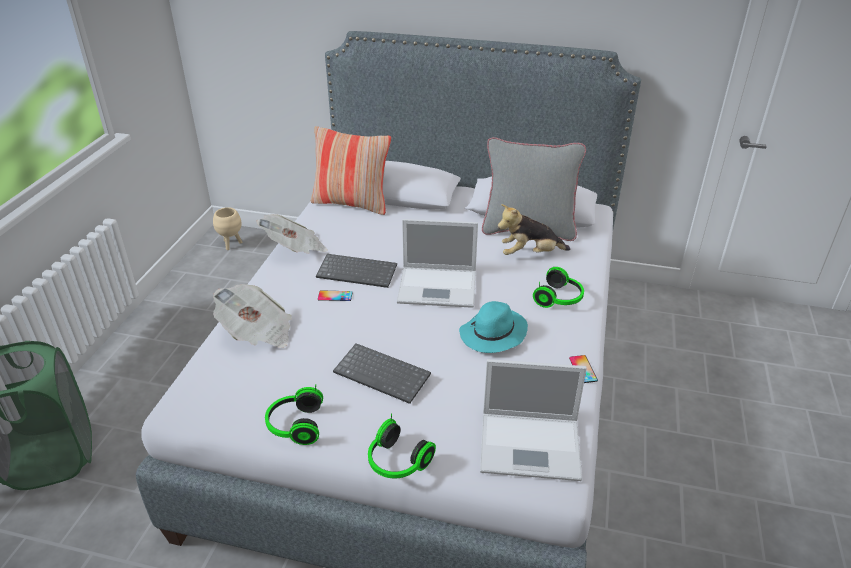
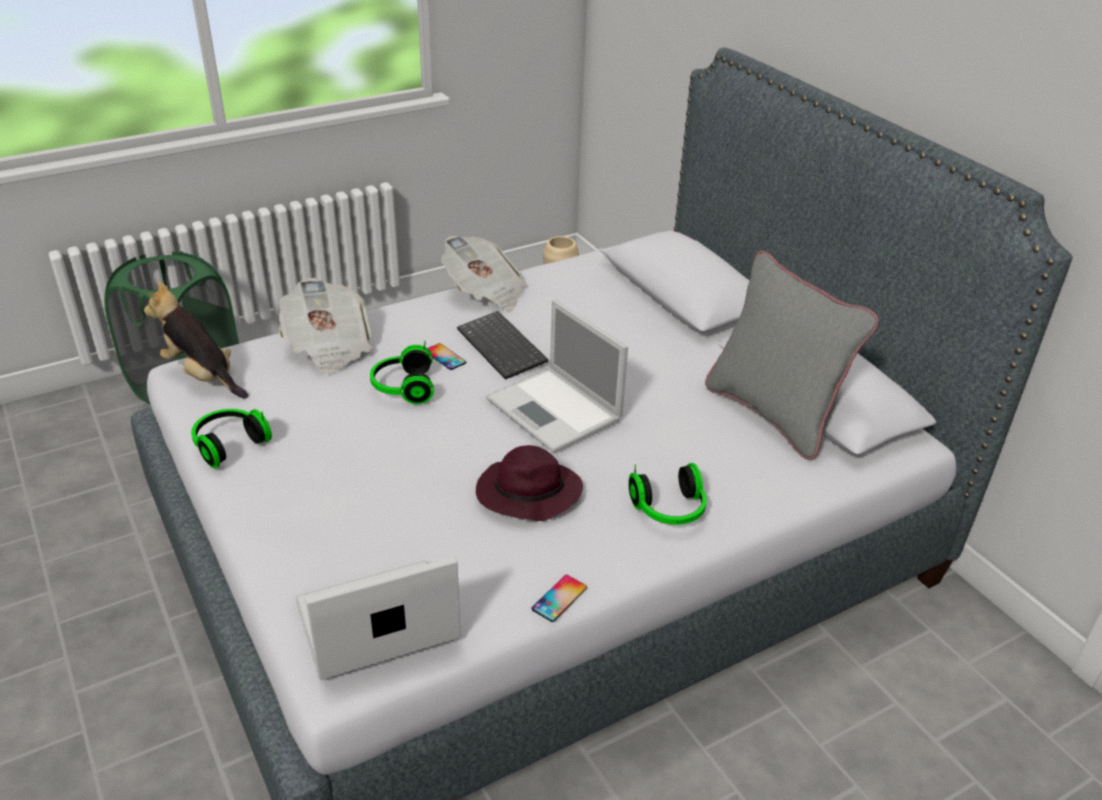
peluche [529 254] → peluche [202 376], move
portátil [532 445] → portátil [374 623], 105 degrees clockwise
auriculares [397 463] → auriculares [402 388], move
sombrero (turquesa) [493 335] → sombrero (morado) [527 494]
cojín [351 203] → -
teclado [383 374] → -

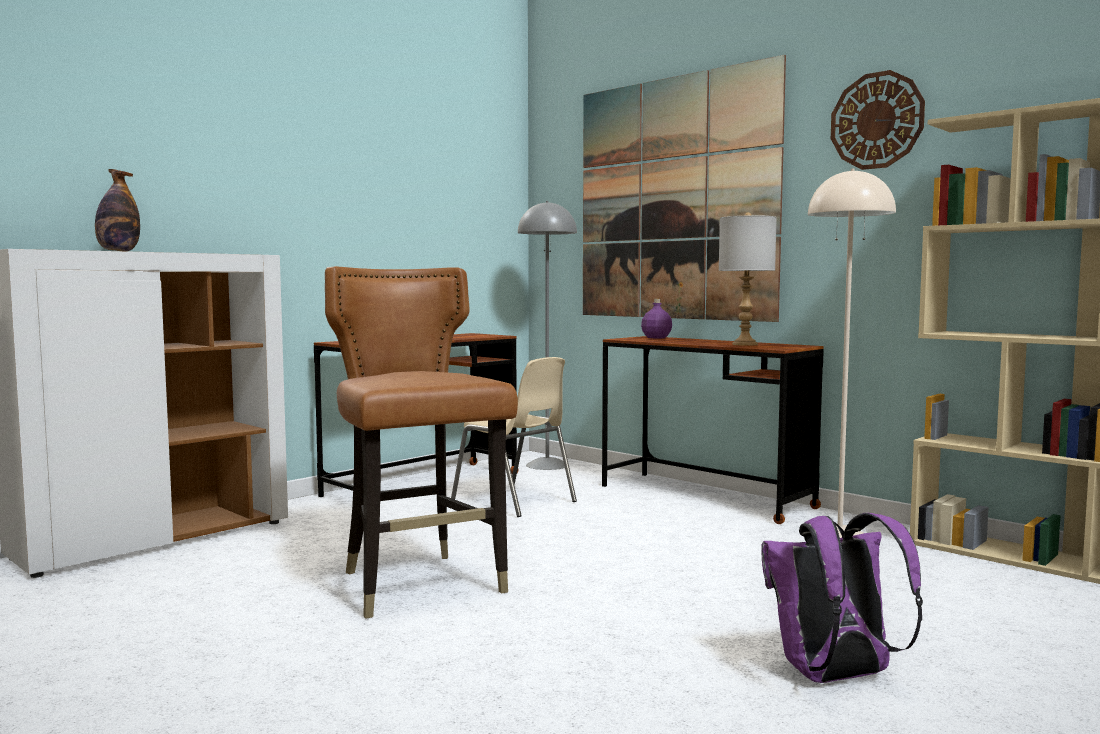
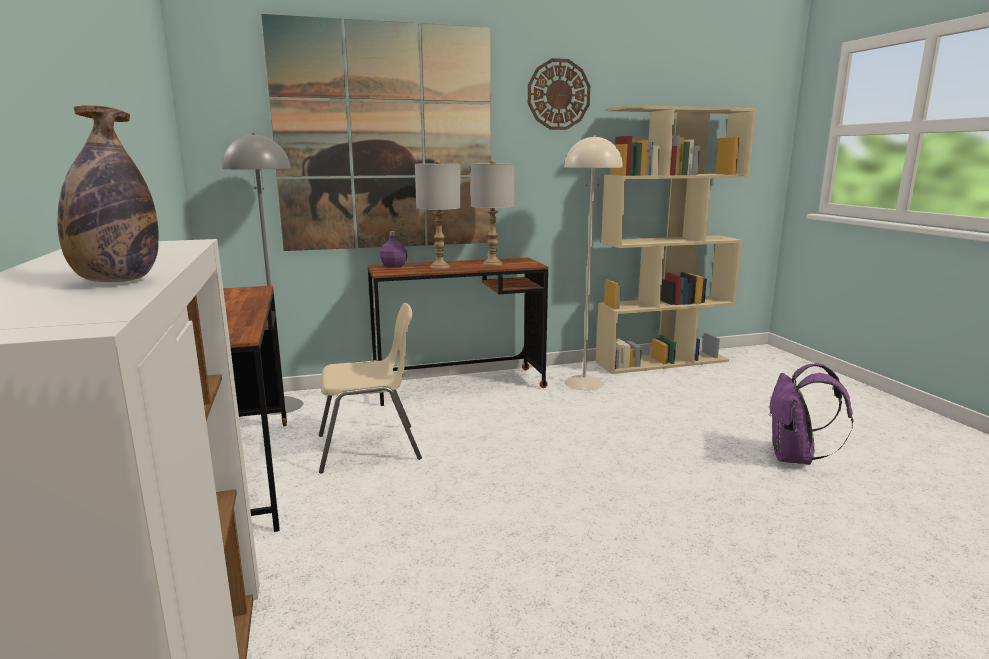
- → lámpara de mesa (gris) [440 267]
silla (marrón) [420 585] → -

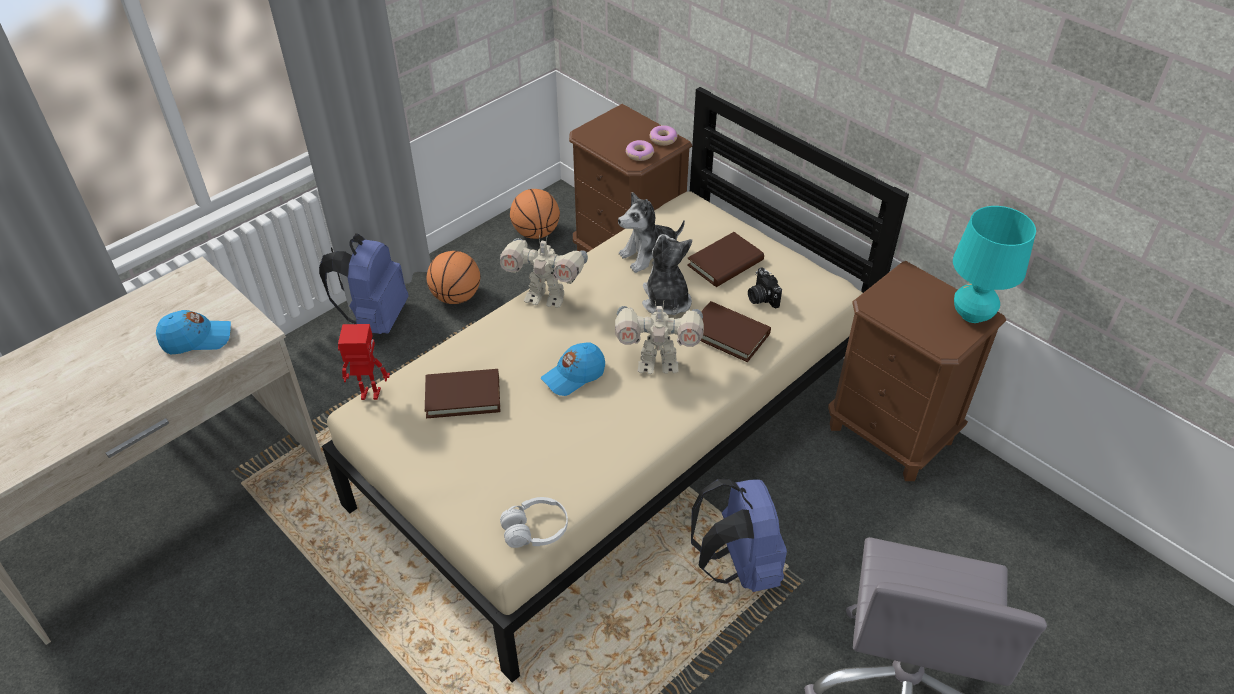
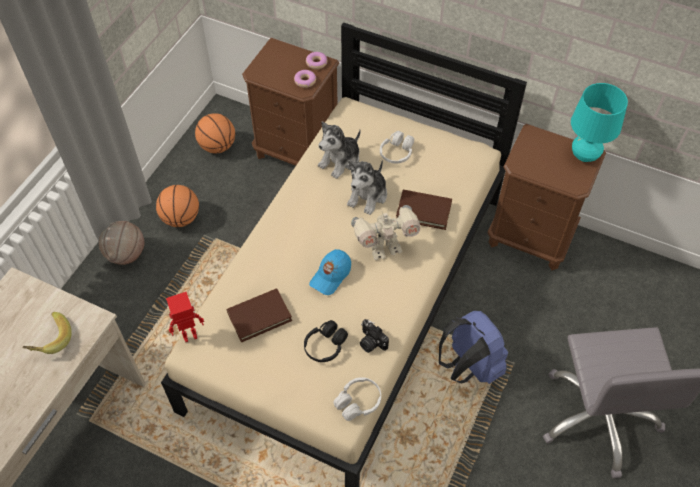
gorra (azul) [197 339] → plátano [50 340]
mochila (azul) [375 318] → balón de baloncesto [126 254]
- → auriculares (negro) [325 346]
peluche [666 301] → peluche [368 196], 120 degrees counterclockwise
cámara [761 297] → cámara [371 342], move
libro (marrón) [725 263] → auriculares (blanco) [396 153]
robot de juguete [545 297] → -

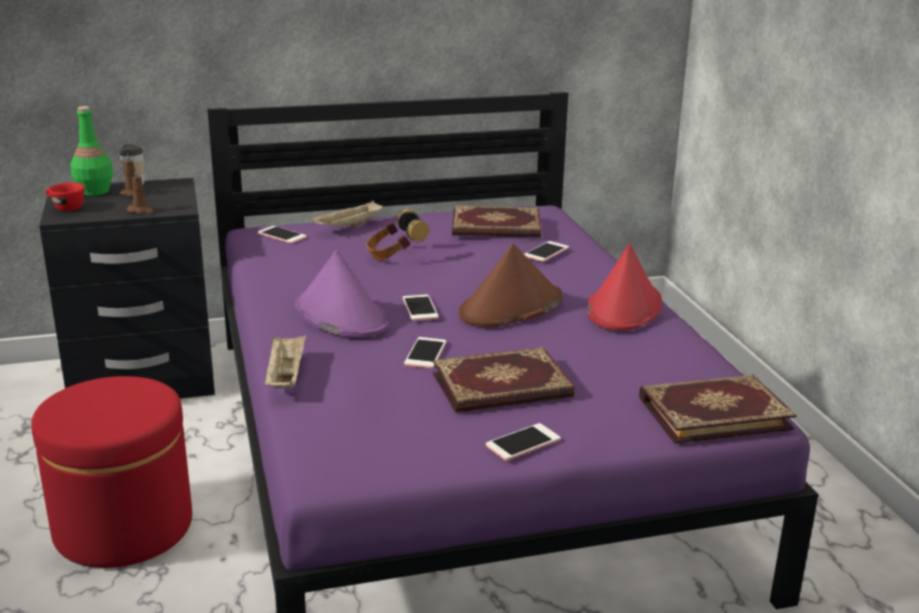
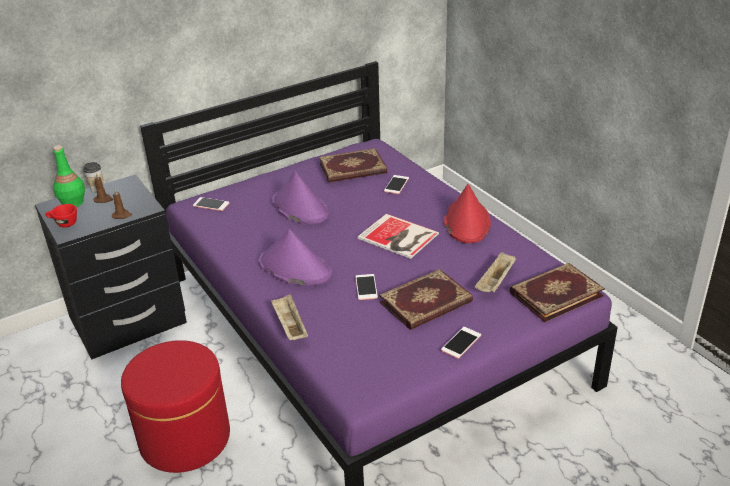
auriculares [395 256] → sombrero (morado) [299 208]
sombrero (marrón) [511 307] → libro [398 237]
bandeja (beis) [348 227] → bandeja (beis) [495 282], move
móvil [420 308] → -

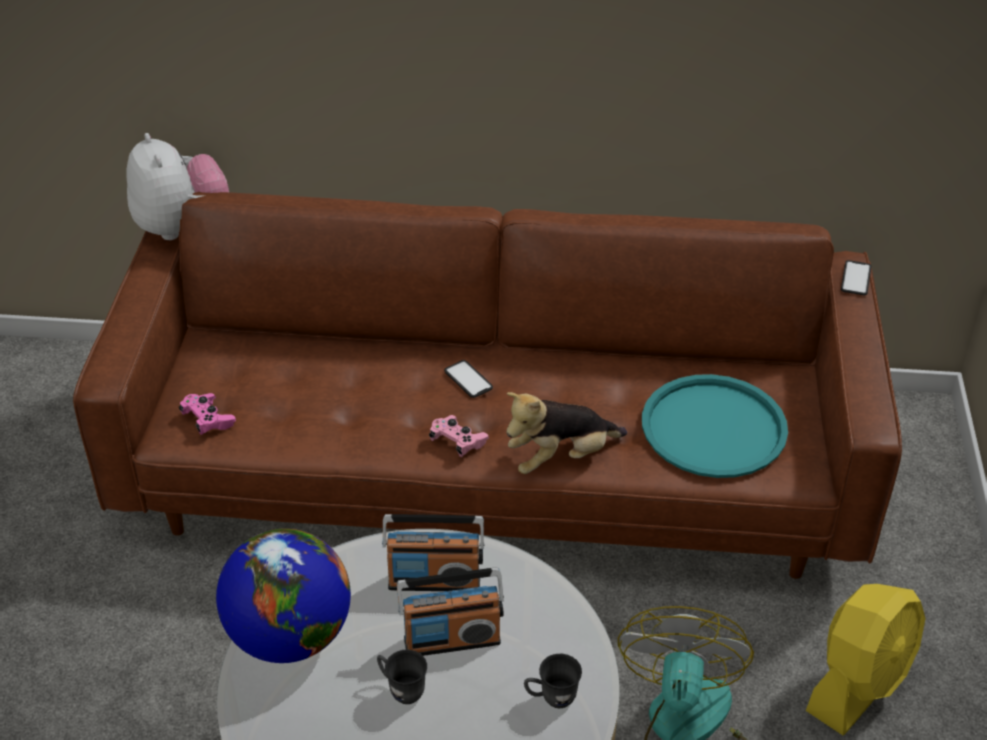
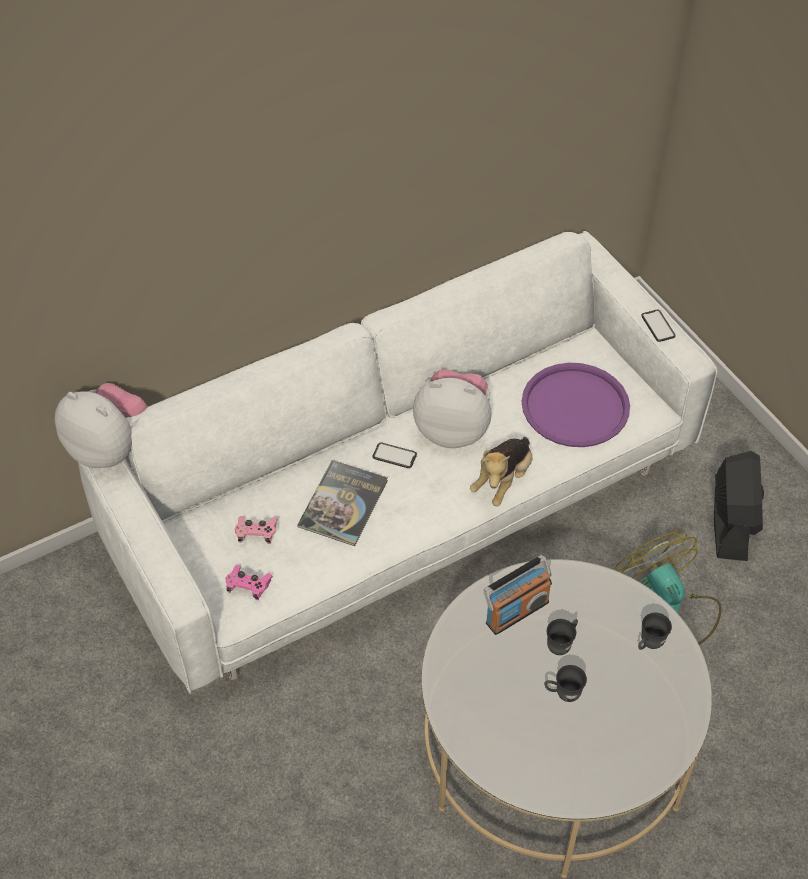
sofá (marrón) [493 469] → sofá (blanco) [404 504]
mando de consola (rosa) [457 442] → mando de consola (rosa) [256 533], move
- → libro [343 503]
- → peluche [453 429]
bandeja (turquesa) [713 427] → bandeja (morado) [575 406]
radio [452 640] → taza grande (gris) [562 644]
móvil [856 279] → móvil [658 326], move
ventilador (amarillo) [859 683] → ventilador (negro) [731 522]
globo terráqueo [289 636] → -

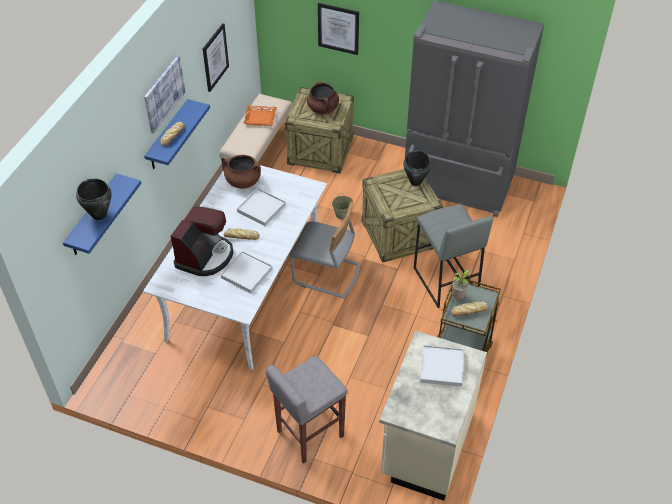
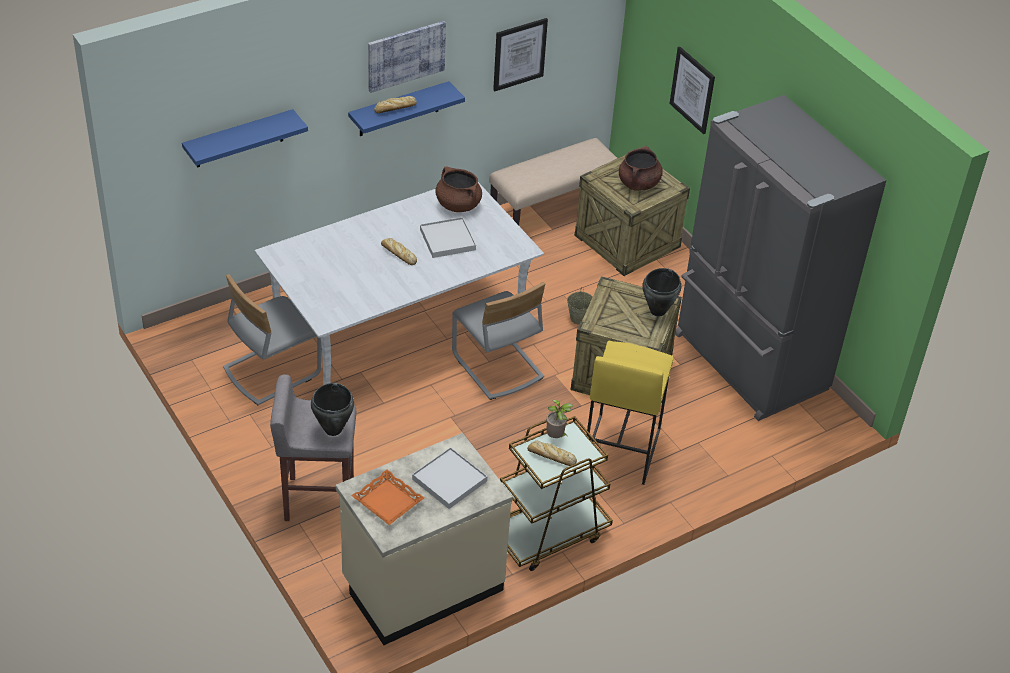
- → silla (gris) [271 371]
olla (negro) [99 215] → olla (negro) [332 429], move
bandeja (naranja) [260 118] → bandeja (naranja) [387 501], move
taburete (gris) [445 281] → taburete (amarillo) [620 449]
cafetera [205 256] → -
bandeja (blanco) [246 273] → -

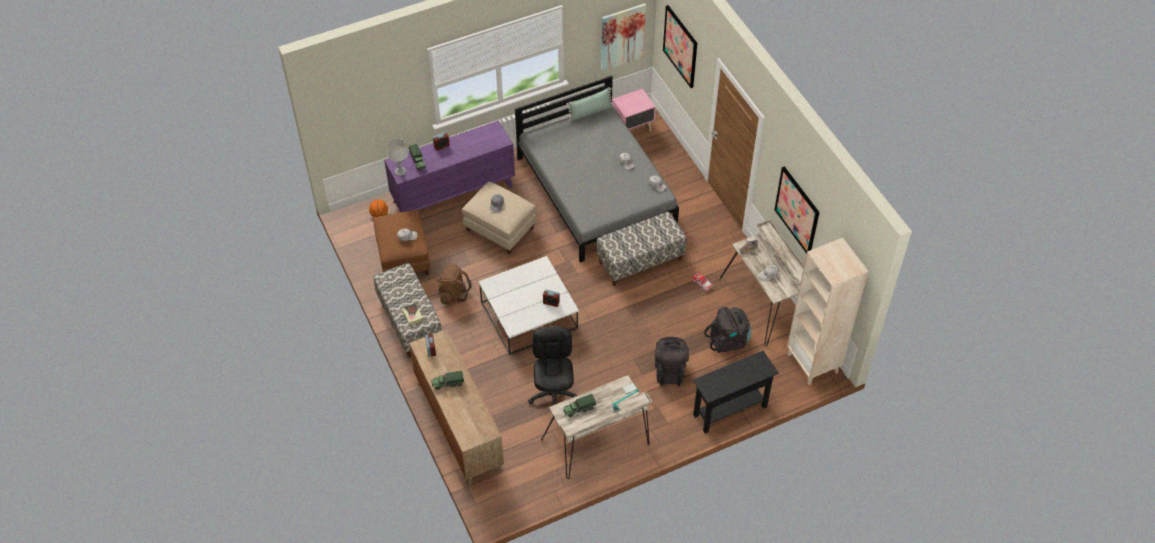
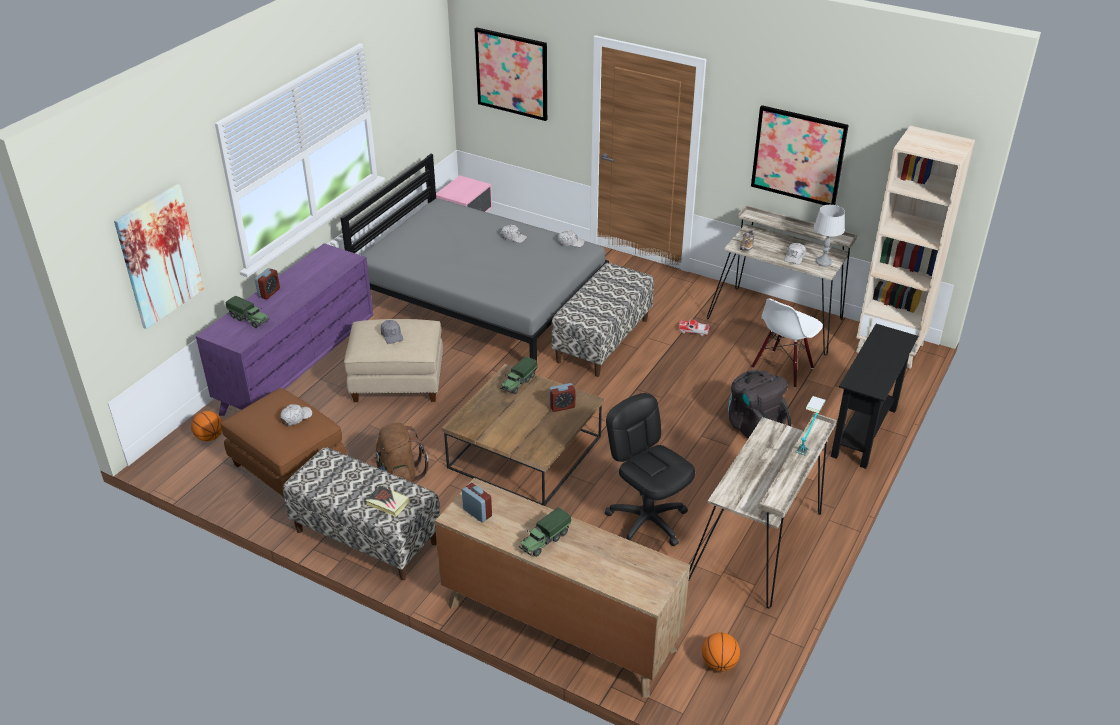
cuadro [622 37] → cuadro [159 256], move
mesa de centro (blanco) [530 315] → mesa de centro (marrón) [526 451]
camión de juguete [579 409] → camión de juguete [518 383], move
- → balón de baloncesto [719 663]
mochila (negro) [728 341] → silla (blanco) [783 368]
lámpara de mesa (gris) [400 171] → lámpara de mesa (gris) [823 262], move
cojín (verde) [590 112] → -

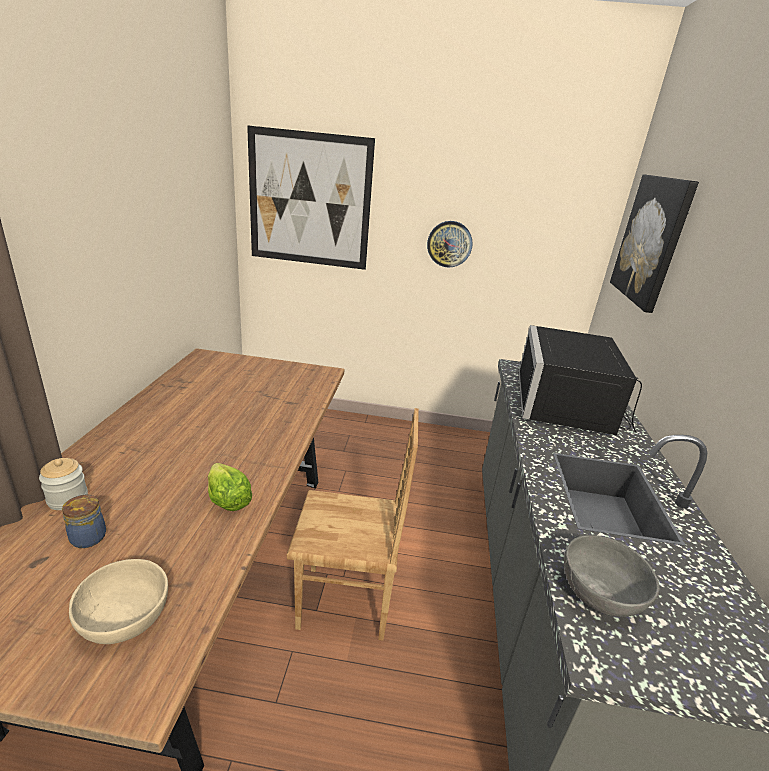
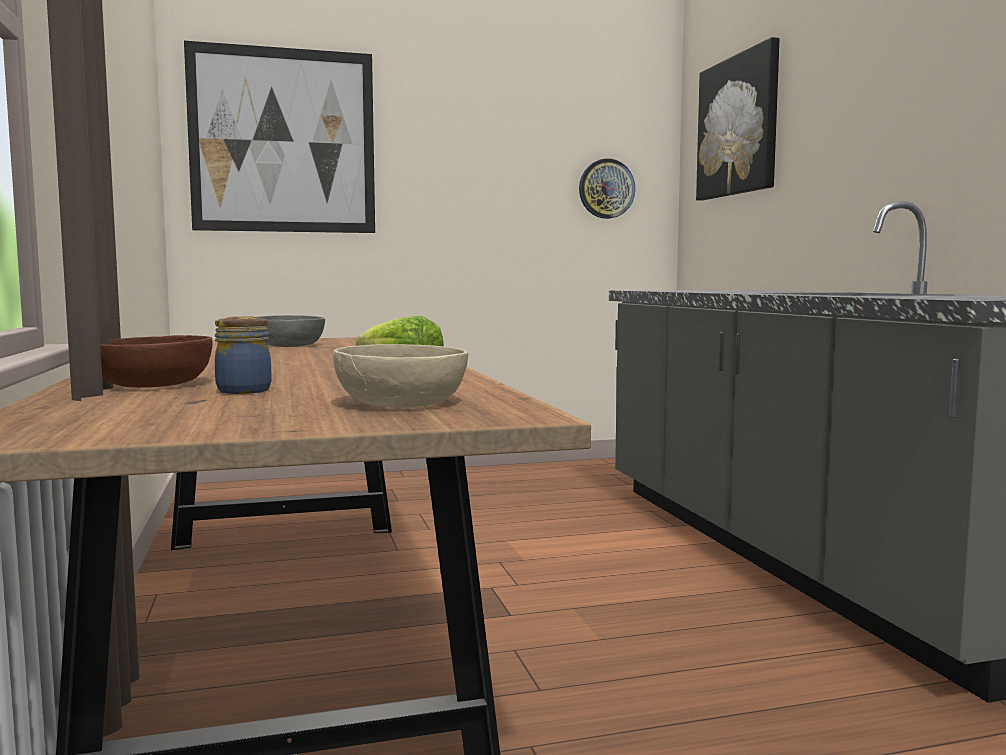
tarro [68 499] → cuenco (marrón) [154 385]
cuenco (gris) [601 592] → cuenco (gris) [290 345], move
reloj de pared [449 244] → reloj de pared [606 189], move
silla (marrón) [345 604] → -
microondas (negro) [571 406] → -

